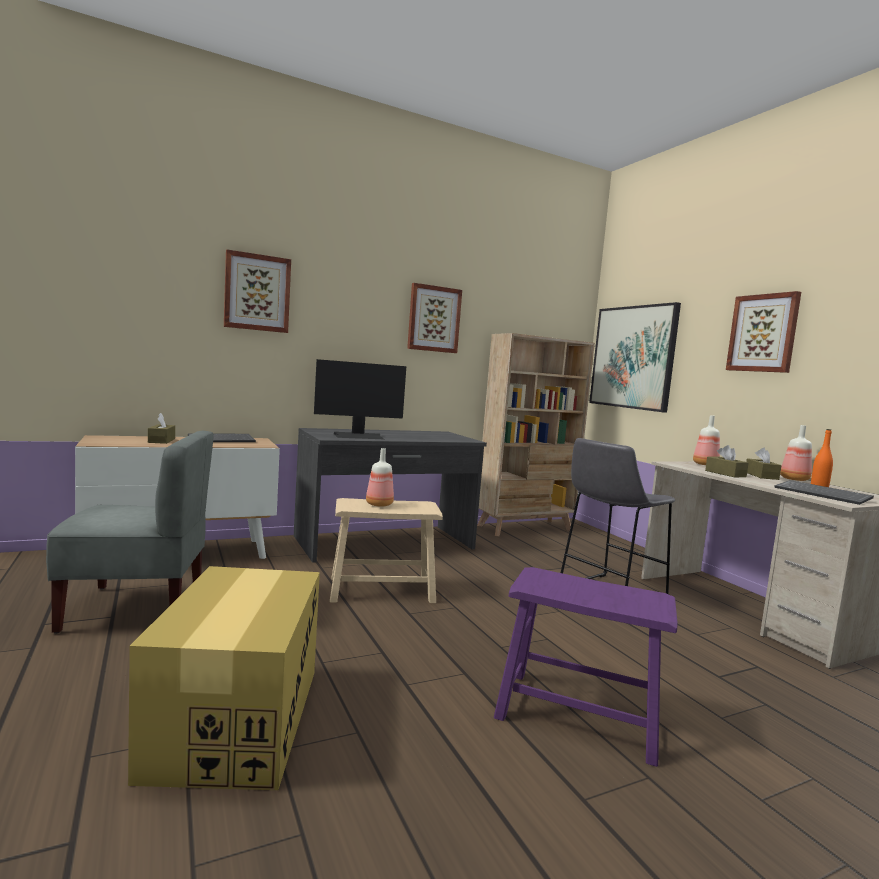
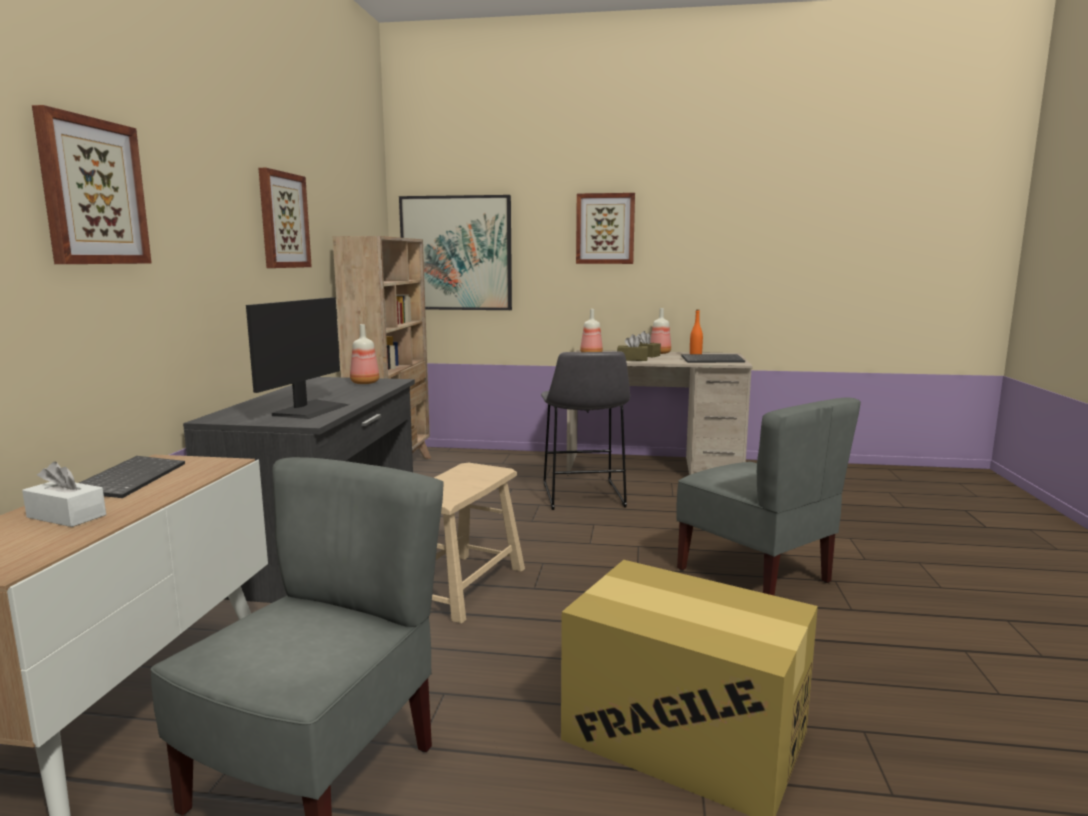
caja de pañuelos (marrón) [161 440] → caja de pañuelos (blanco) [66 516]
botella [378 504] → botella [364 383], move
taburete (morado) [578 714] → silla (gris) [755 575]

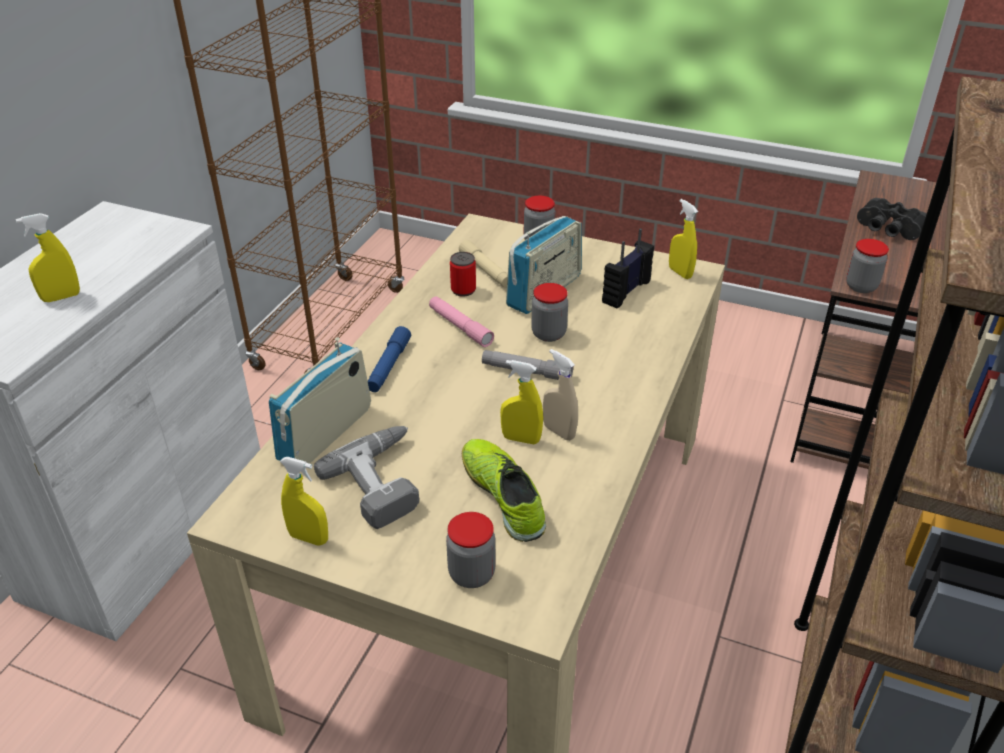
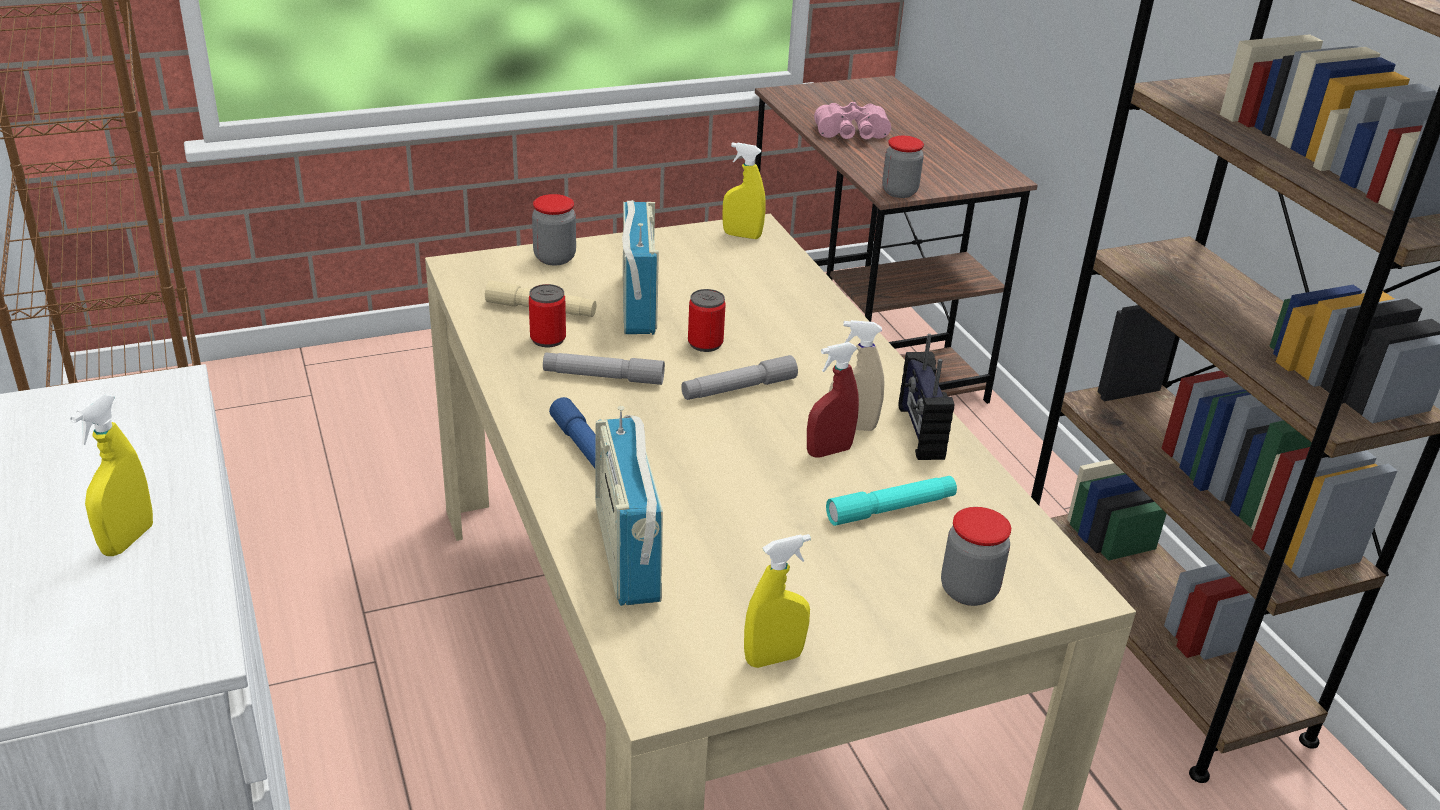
linterna (rosa) [460 327] → linterna (gris) [603 377]
tarro [548 334] → lata [705 343]
pulverizador (amarillo) [521 439] → pulverizador (rojo) [829 451]
prismáticos (negro) [888 230] → prismáticos (rosa) [852 135]
zapato [503 496] → linterna (turquesa) [891 509]
radio [625 291] → radio [919 432], move
taladro [385 481] → -

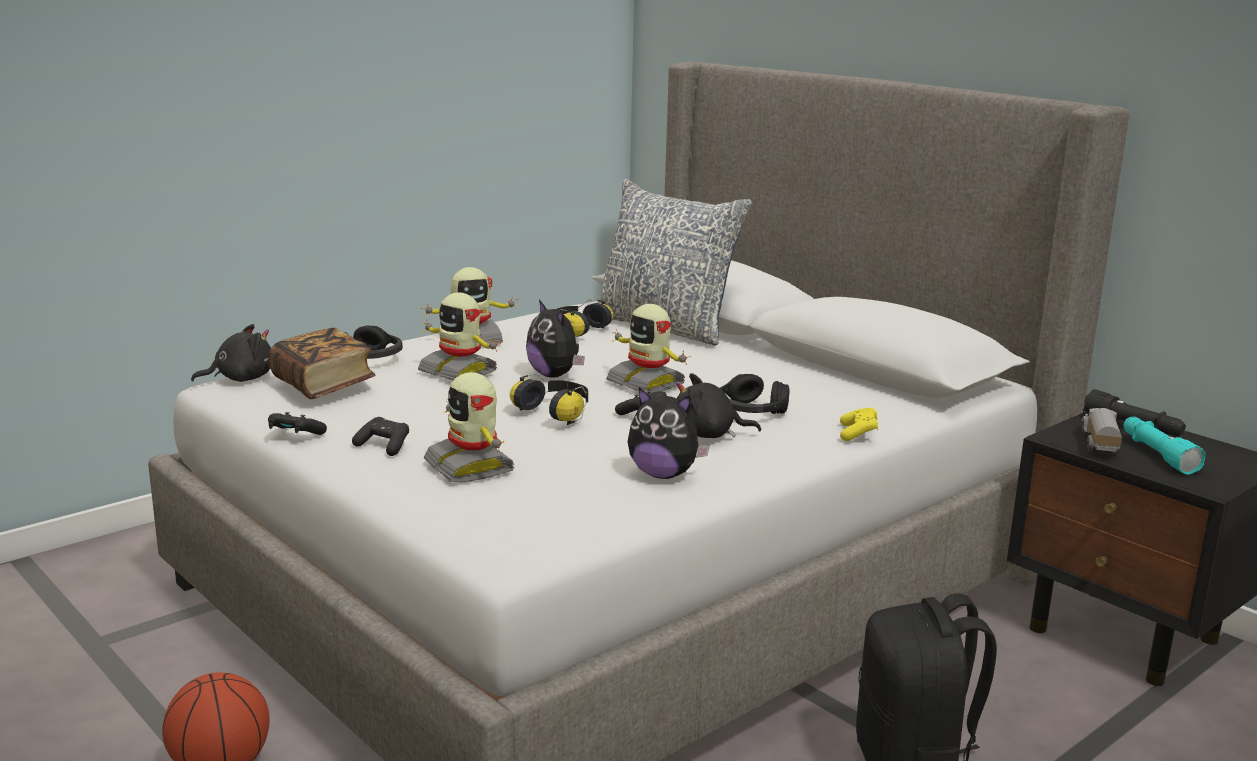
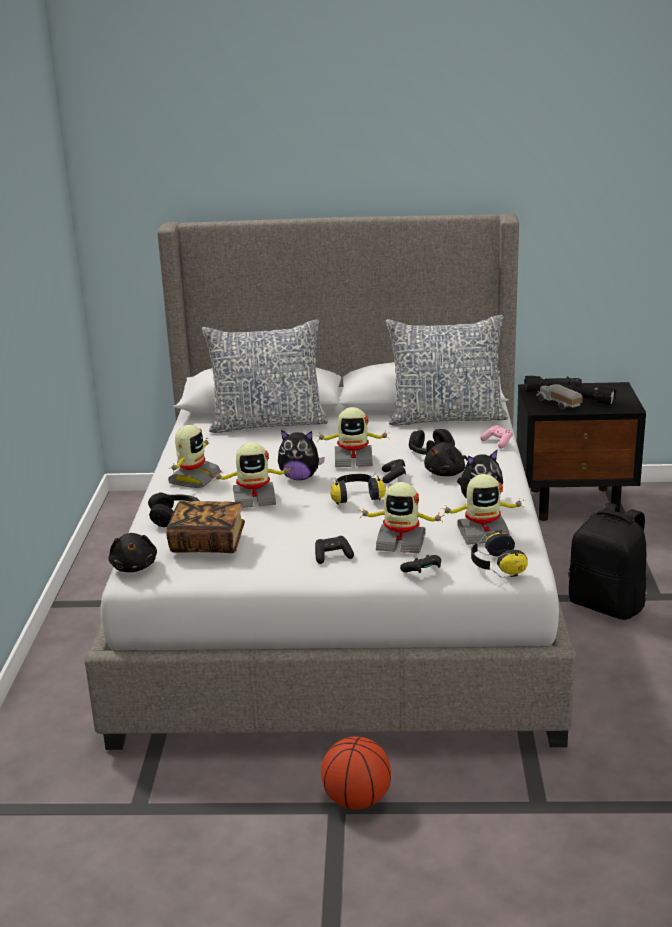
peluche (negro) [240 379] → peluche (negro) [134 567], 150 degrees clockwise
- → cojín [446 417]
mando de consola (negro) [295 435] → mando de consola (negro) [422 571], move
- → robot de juguete [482 534]
auriculares [577 331] → auriculares [496 566], move
mando de consola (amarillo) [858 434] → mando de consola (rosa) [497 442]
linterna (turquesa) [1157 455] → linterna (negro) [585 400]

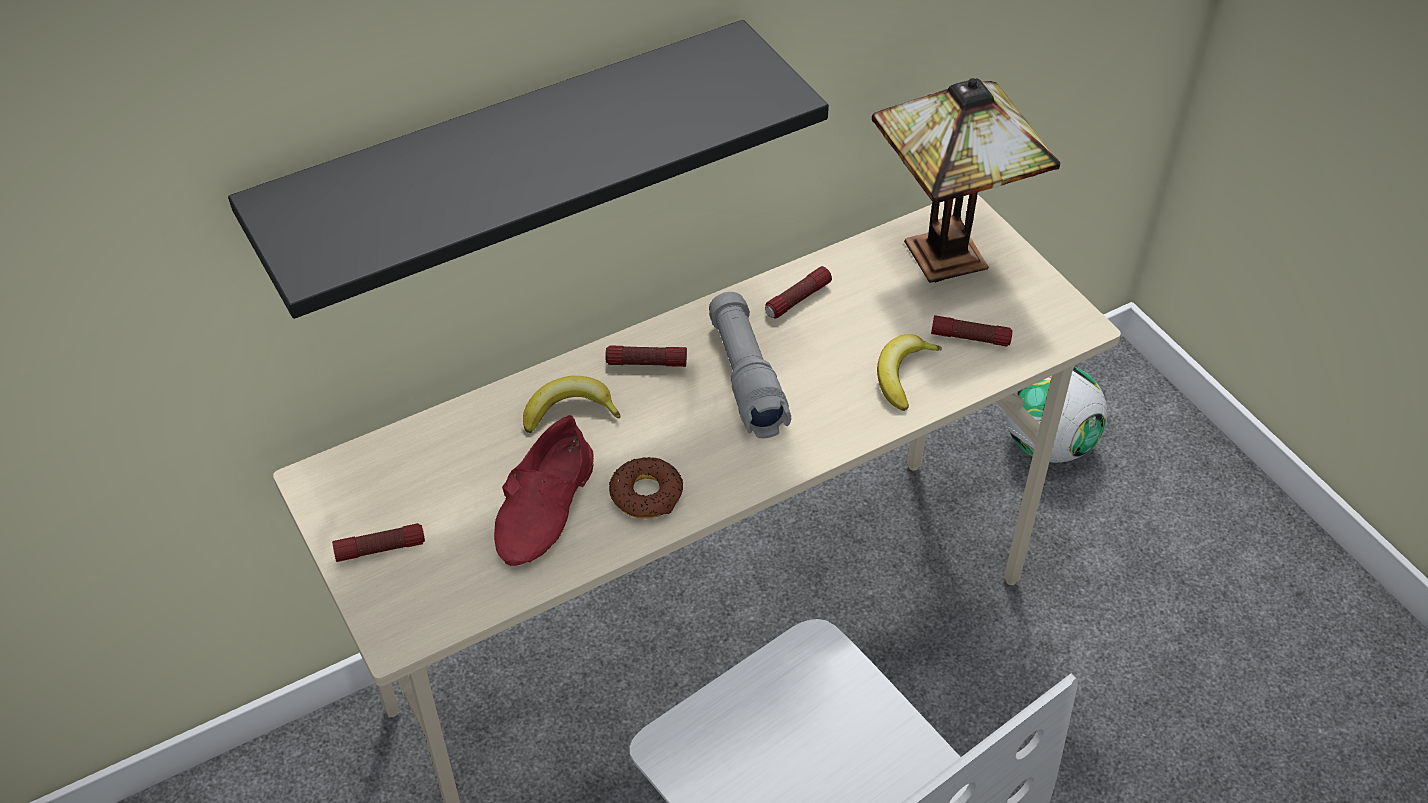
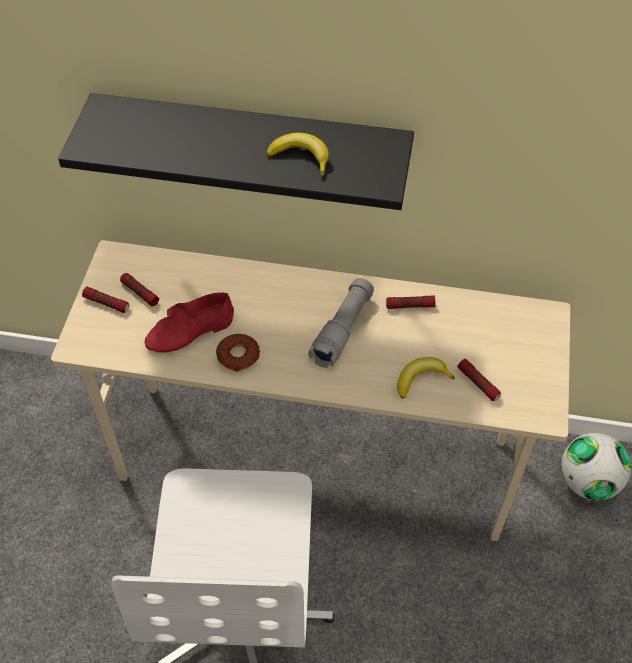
linterna [646 363] → linterna [139 293], move
plátano [569 411] → plátano [301 157], move
lámpara de mesa [952 258] → -

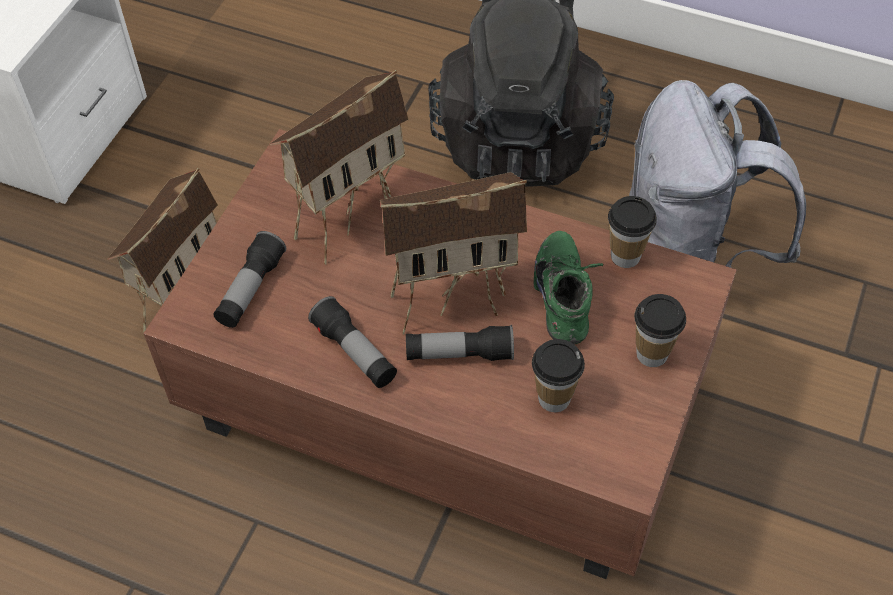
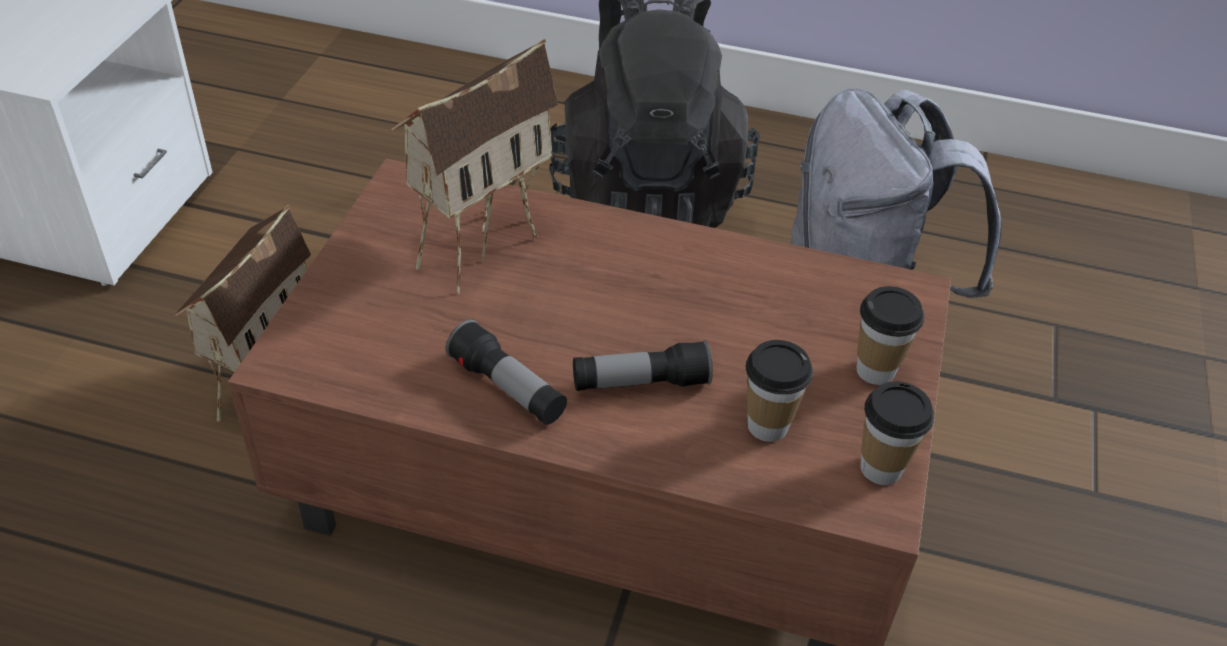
taza [625 256] → taza [881 468], move
linterna [250 289] → -
casita [452 296] → -
zapato (verde) [567 297] → -

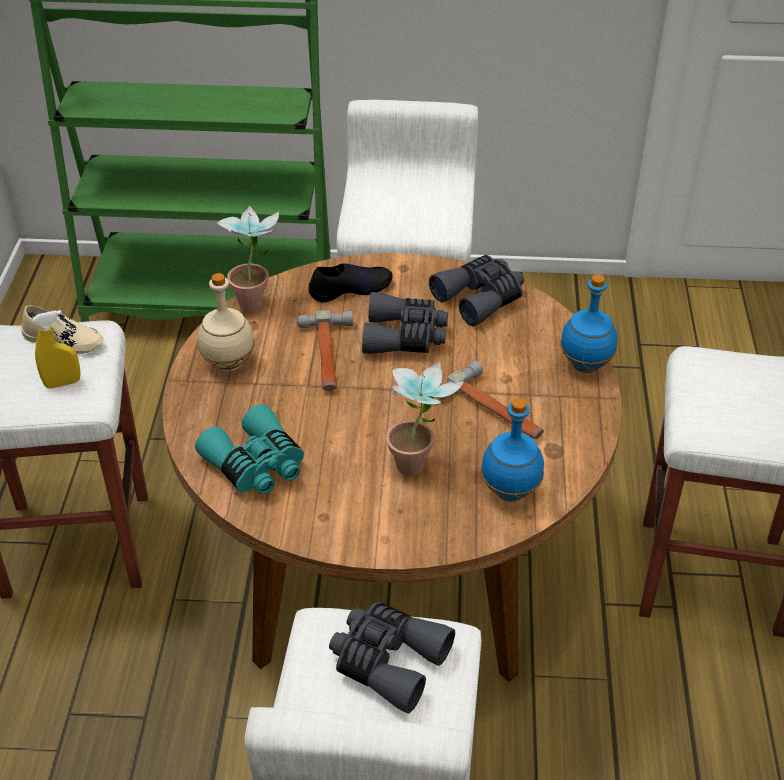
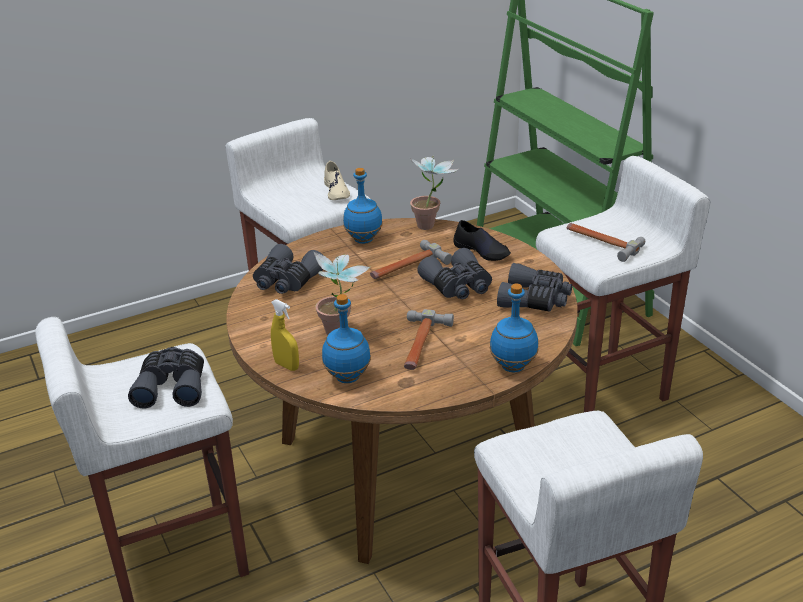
prismáticos (turquesa) [256 465] → prismáticos (gris) [286 281]
pulverizador (amarillo) [62 383] → pulverizador (amarillo) [287 365], move
botella (beis) [228 363] → botella (azul) [363 239]
- → martillo [601 242]

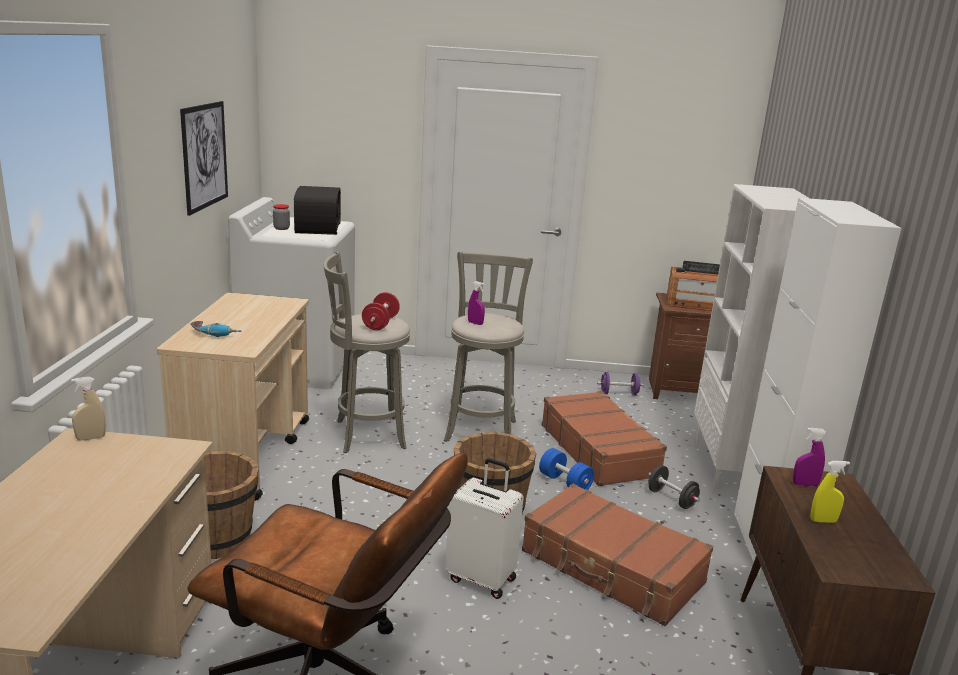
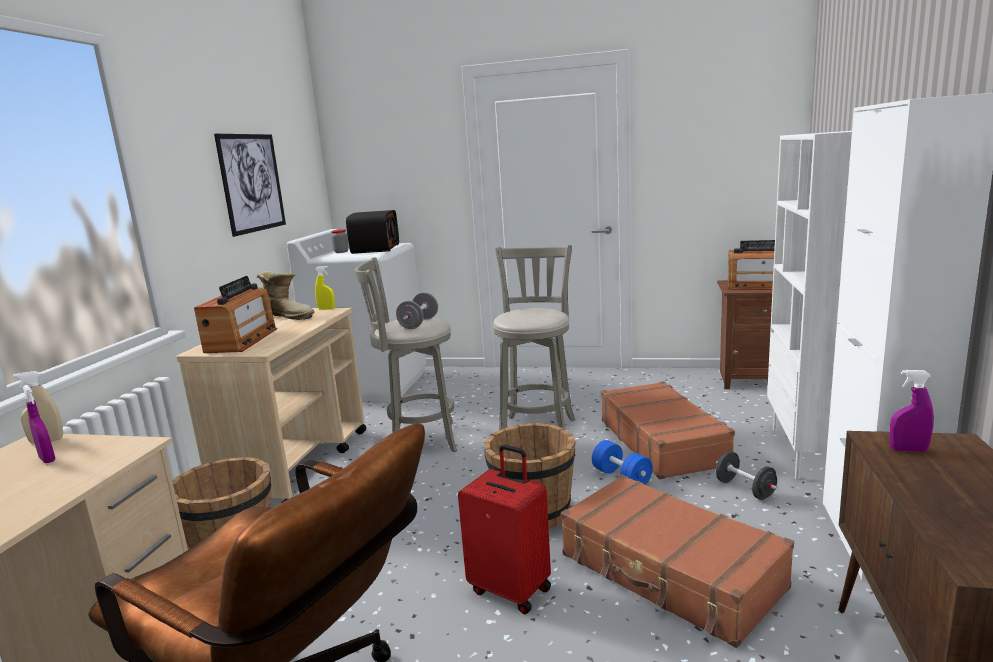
pulverizador (morado) [475 323] → pulverizador (morado) [47 459], move
taladro [215 334] → radio [242 340]
- → bota [289 316]
pulverizador (amarillo) [823 521] → pulverizador (amarillo) [326 309], move
mancuerna (rojo) [380 323] → mancuerna (gris) [419 323]
maleta (blanco) [482 578] → maleta (rojo) [511 589]
mancuerna (morado) [619 393] → -

